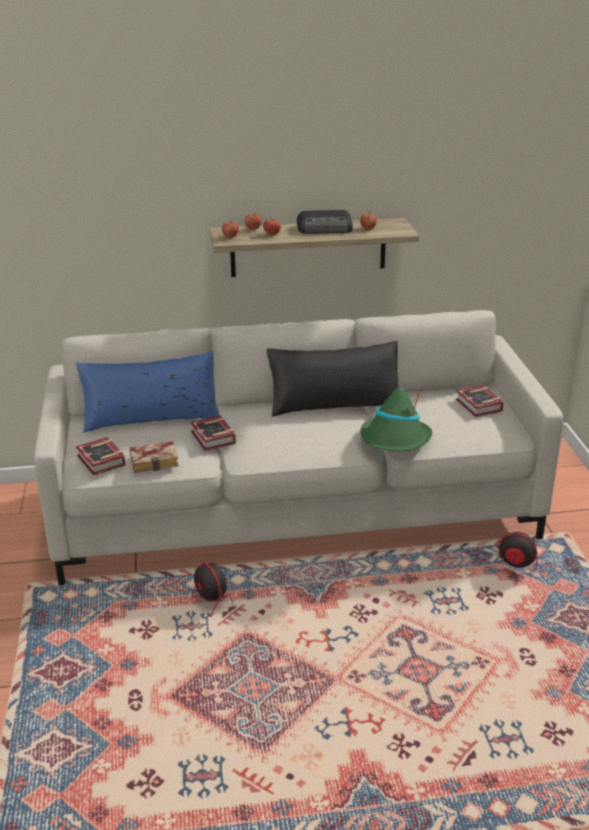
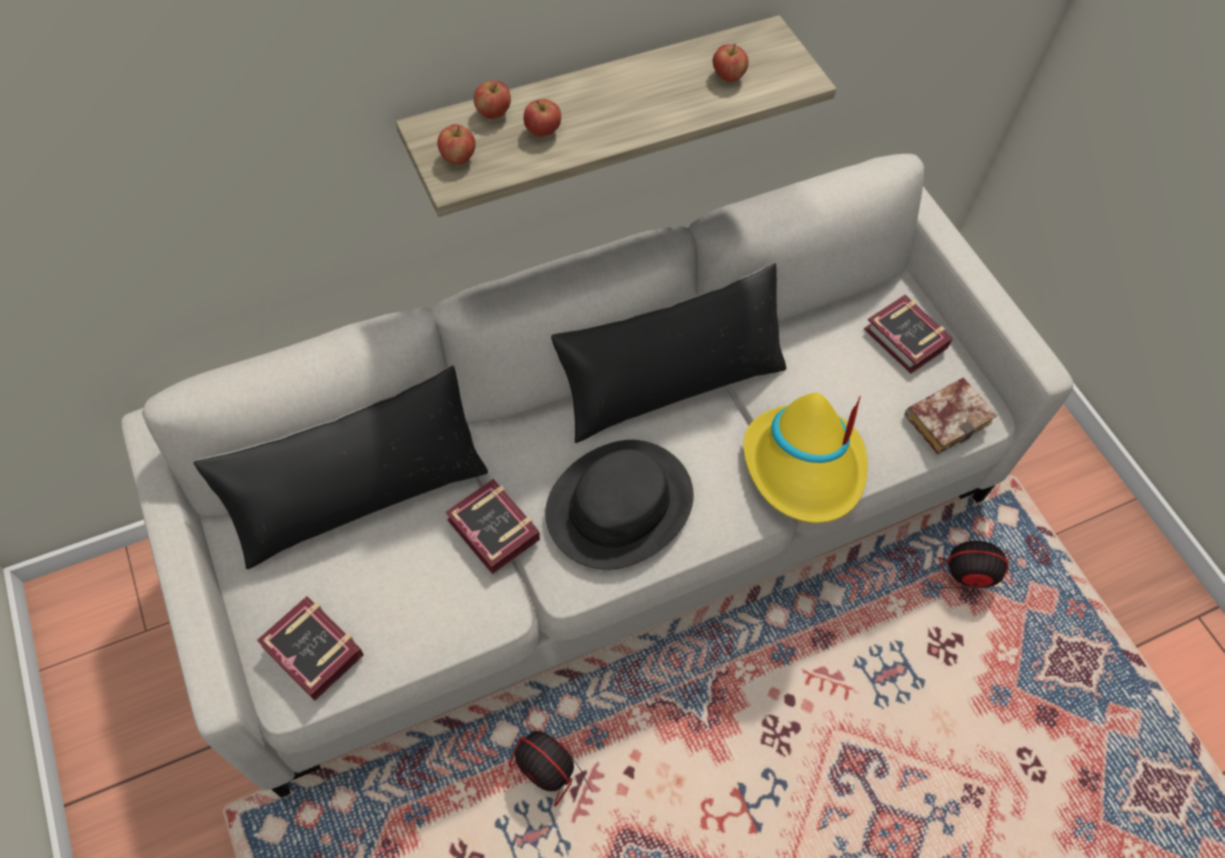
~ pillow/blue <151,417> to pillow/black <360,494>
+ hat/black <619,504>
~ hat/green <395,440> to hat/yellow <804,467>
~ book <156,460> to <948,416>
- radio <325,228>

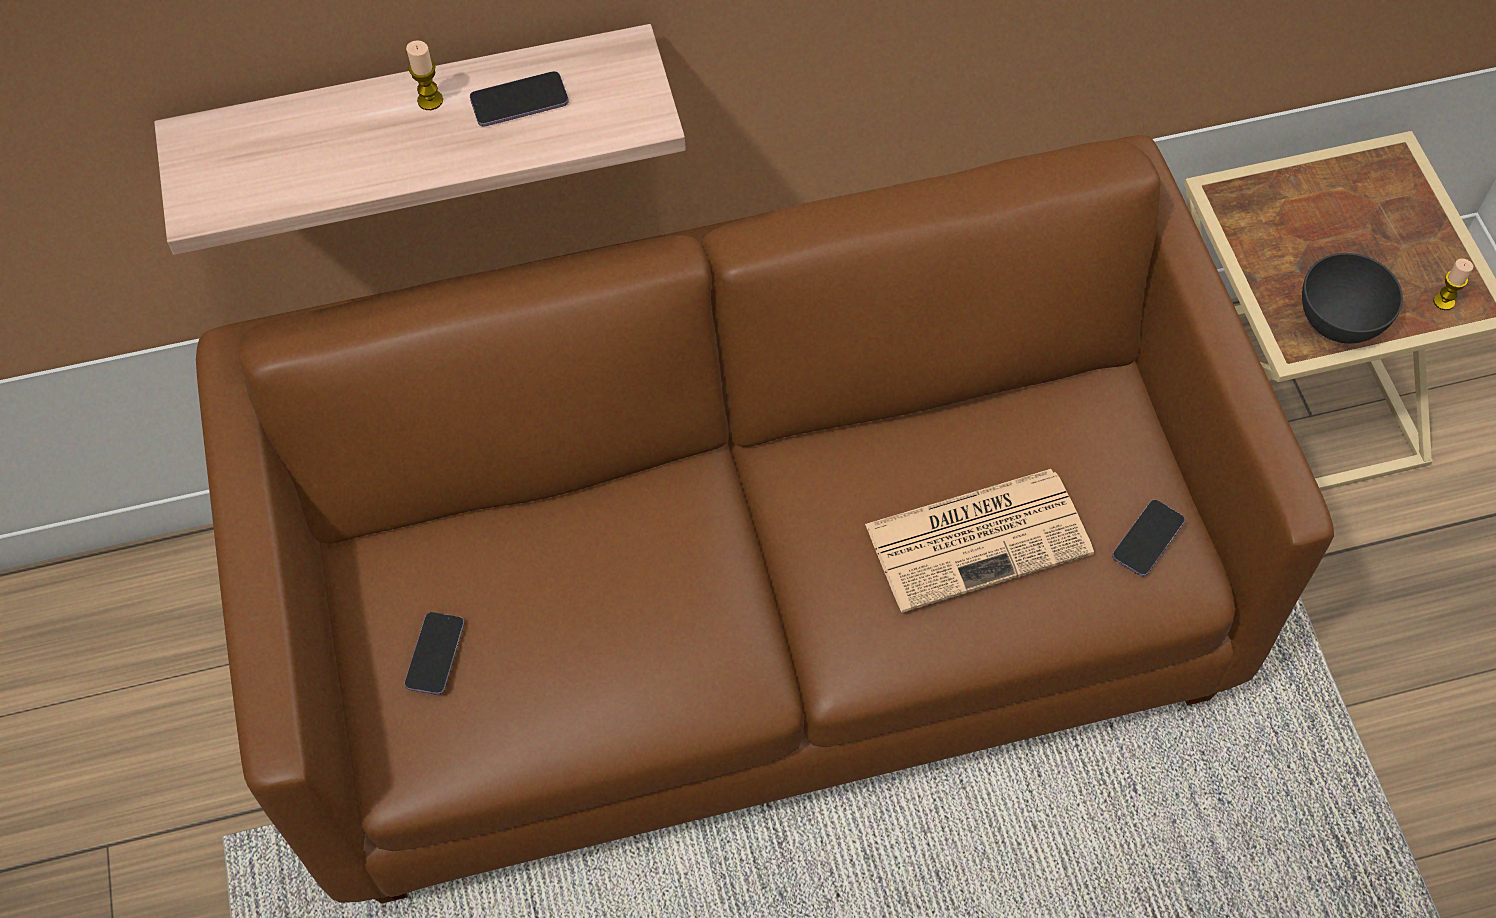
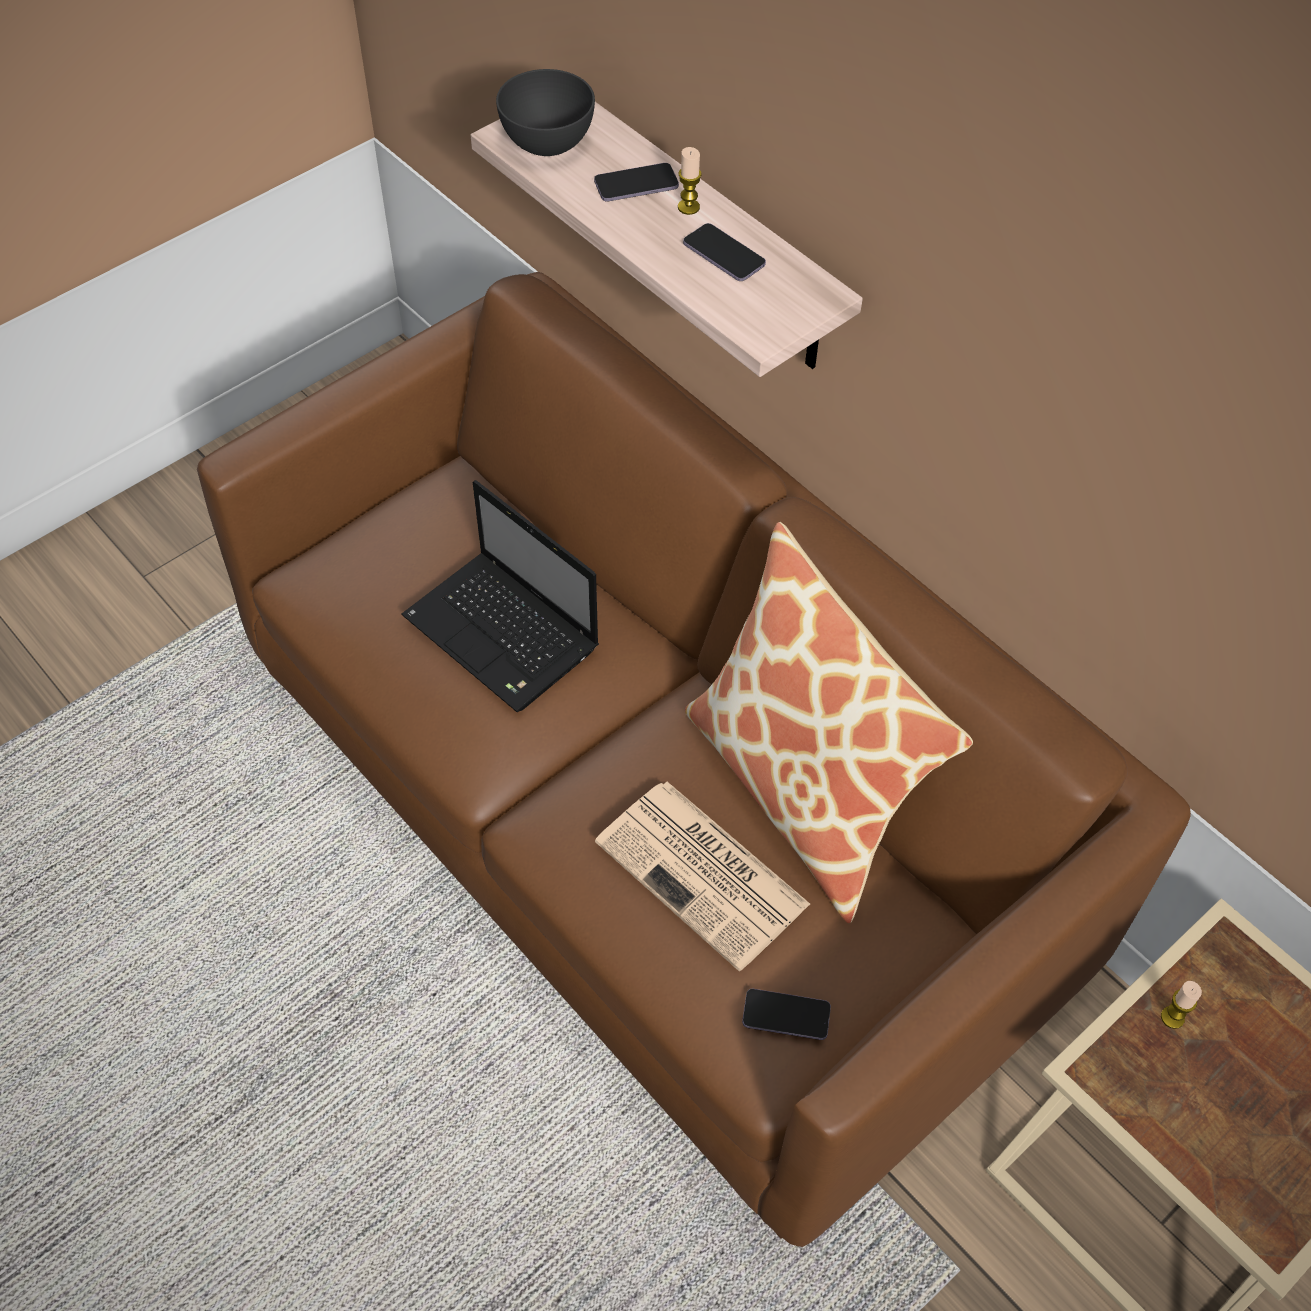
+ laptop <505,634>
~ bowl/grey <1338,321> to <547,142>
~ phone <435,654> to <636,185>
+ pillow <802,791>
~ candle <1443,301> to <1172,1017>

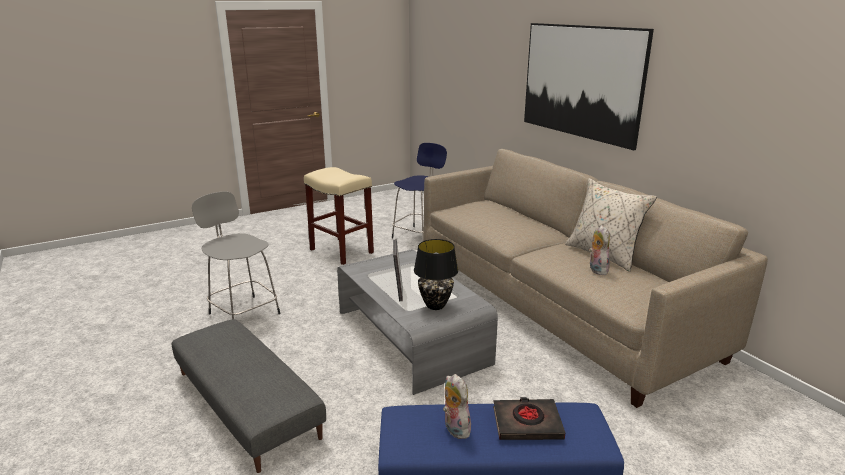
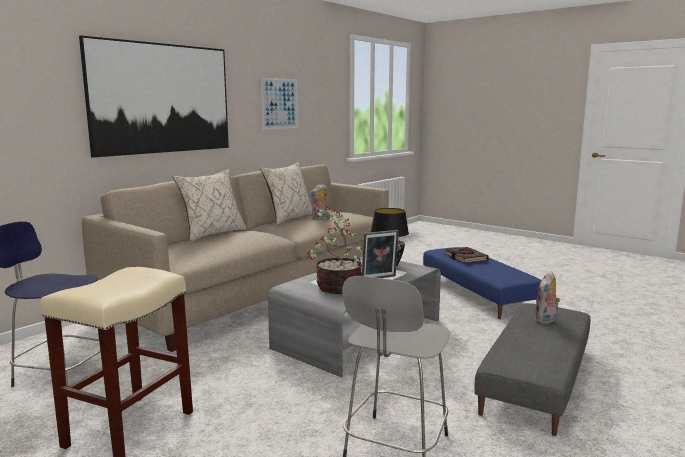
+ pillow/beige <212,234>
+ picture <280,103>
+ potted plant <337,287>
~ plush toy <454,428> to <546,321>

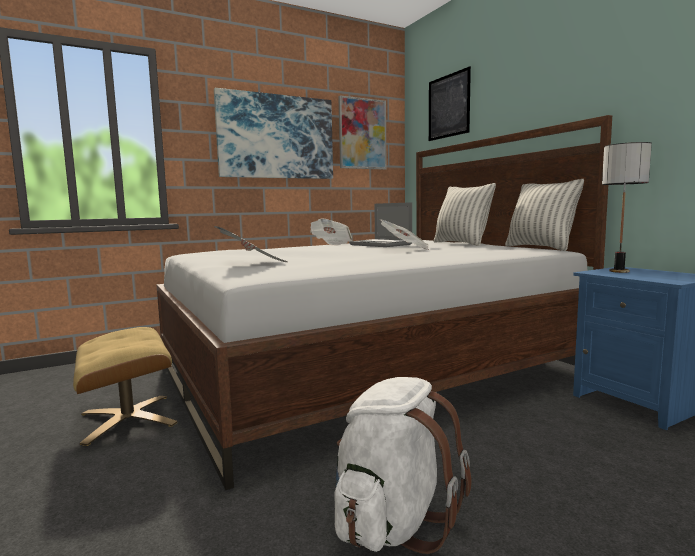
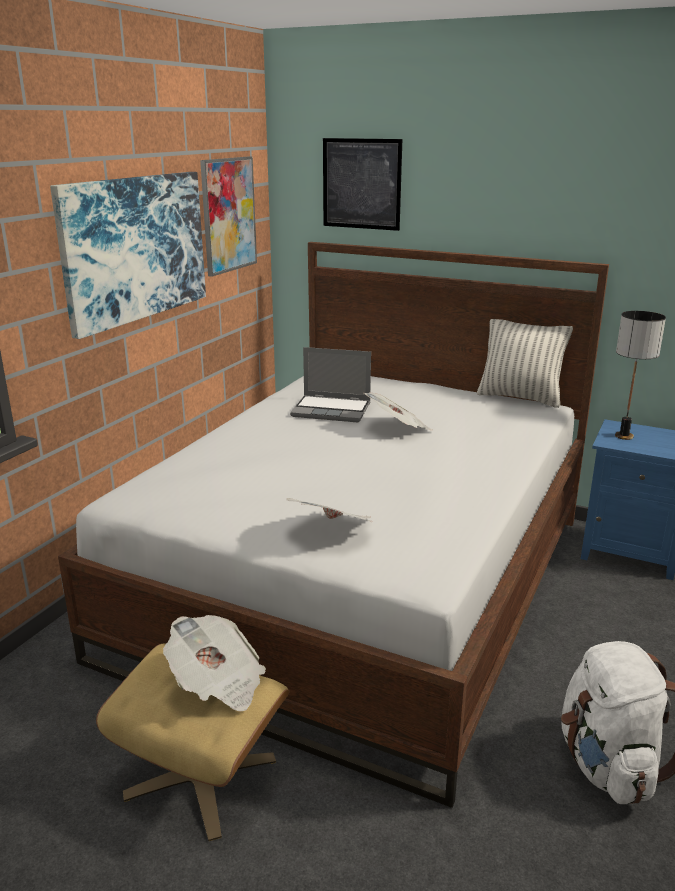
~ newspaper <331,244> to <217,683>
- pillow <461,243>

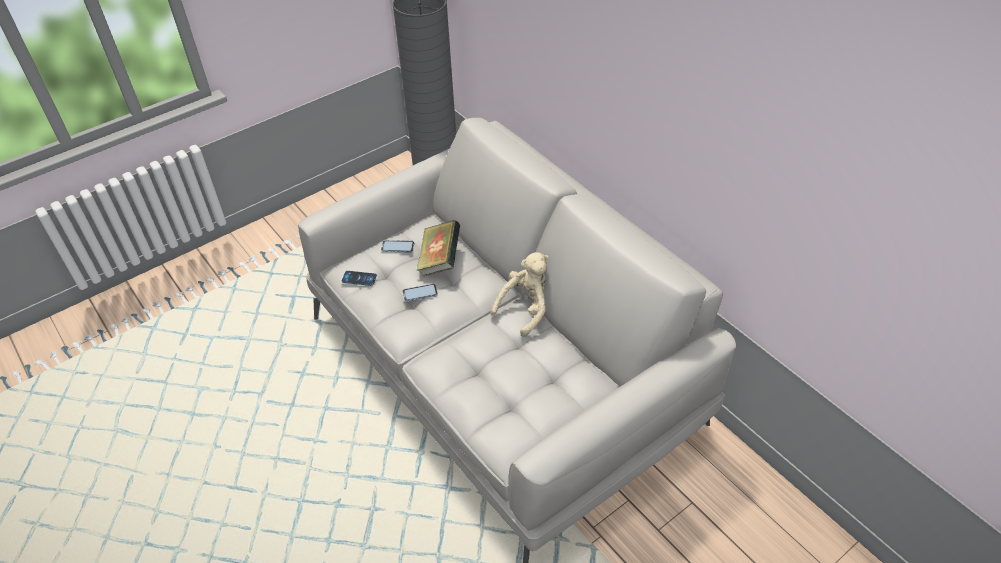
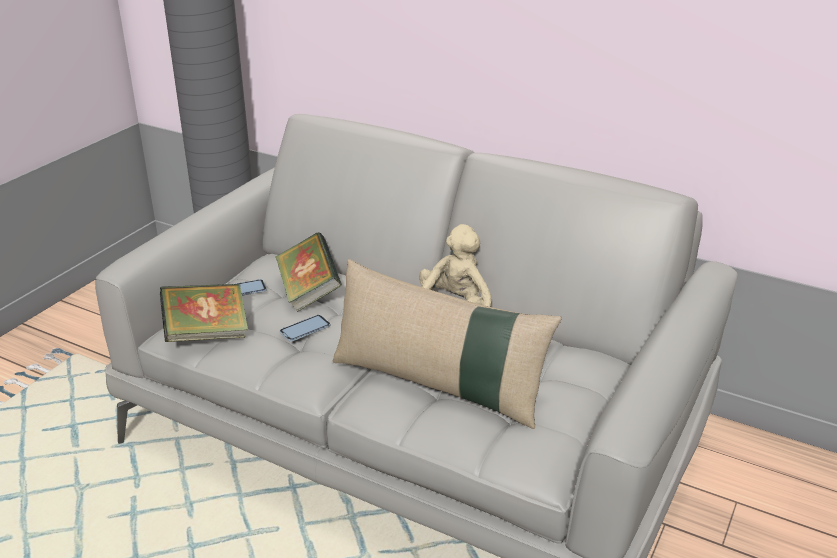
~ phone <359,278> to book <207,334>
+ pillow/beige <438,384>

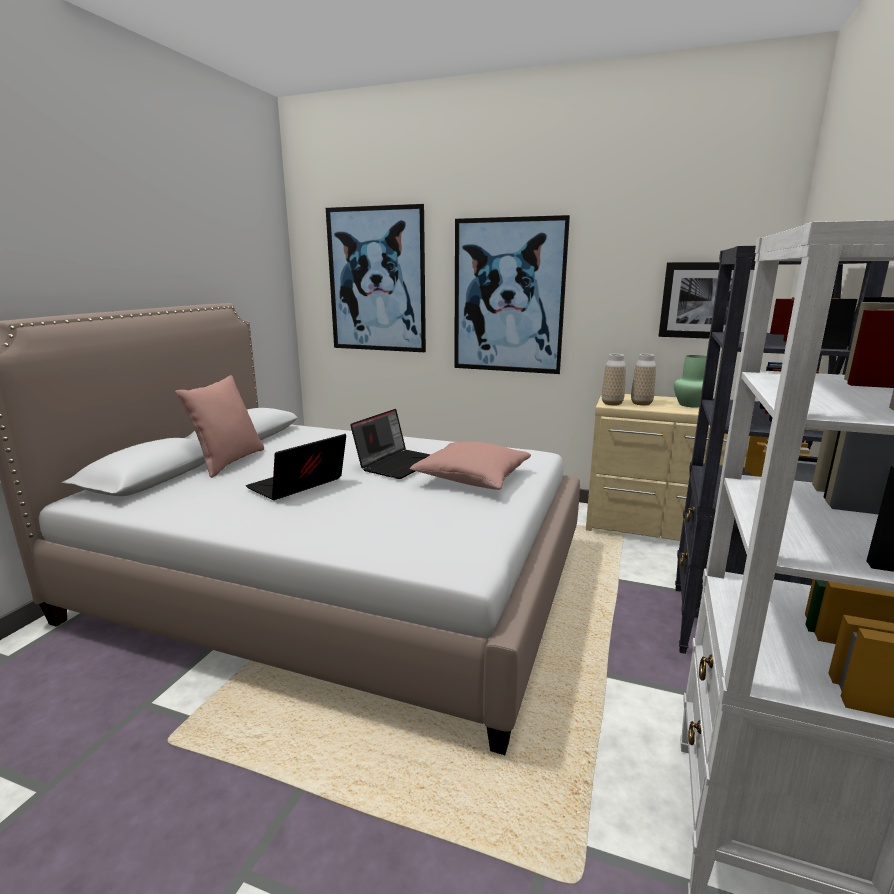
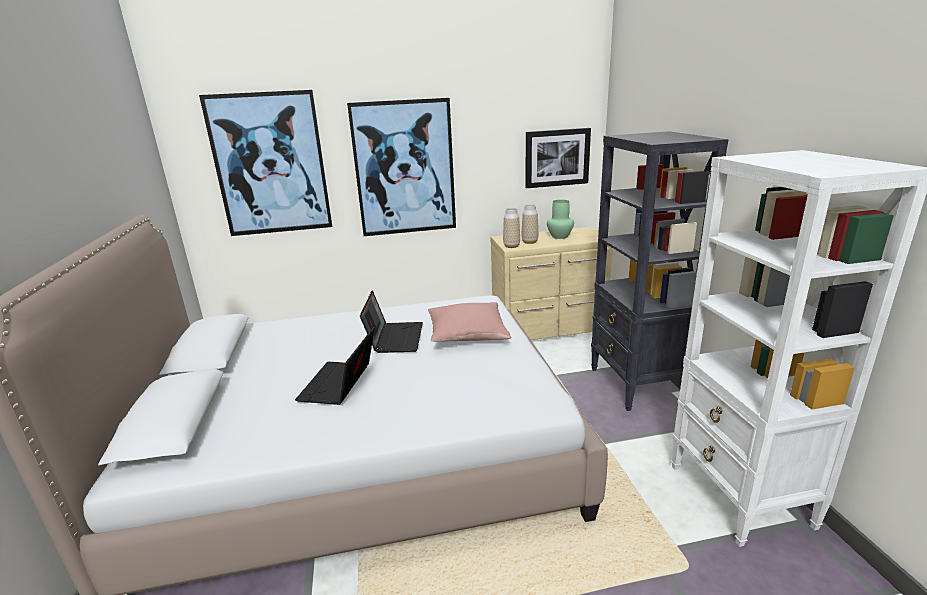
- pillow/pink <228,462>

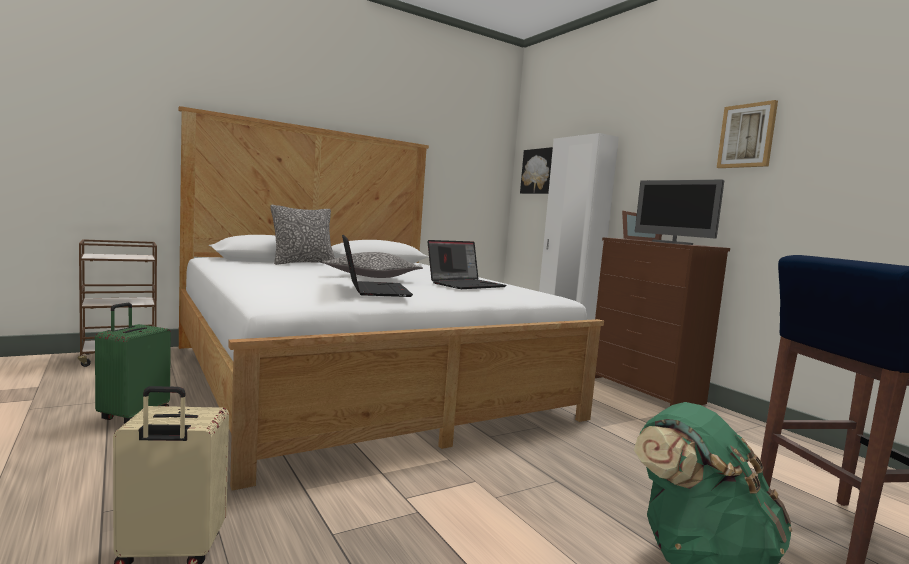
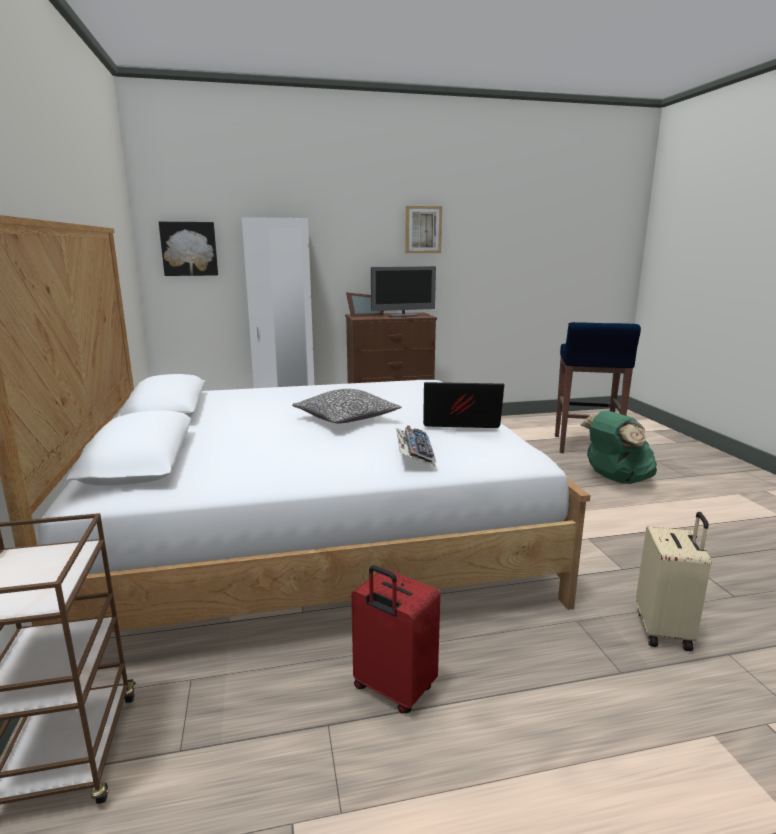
~ suitcase/green <133,415> to suitcase/red <393,690>
+ keyboard <414,452>
- pillow <303,264>
- laptop <466,284>

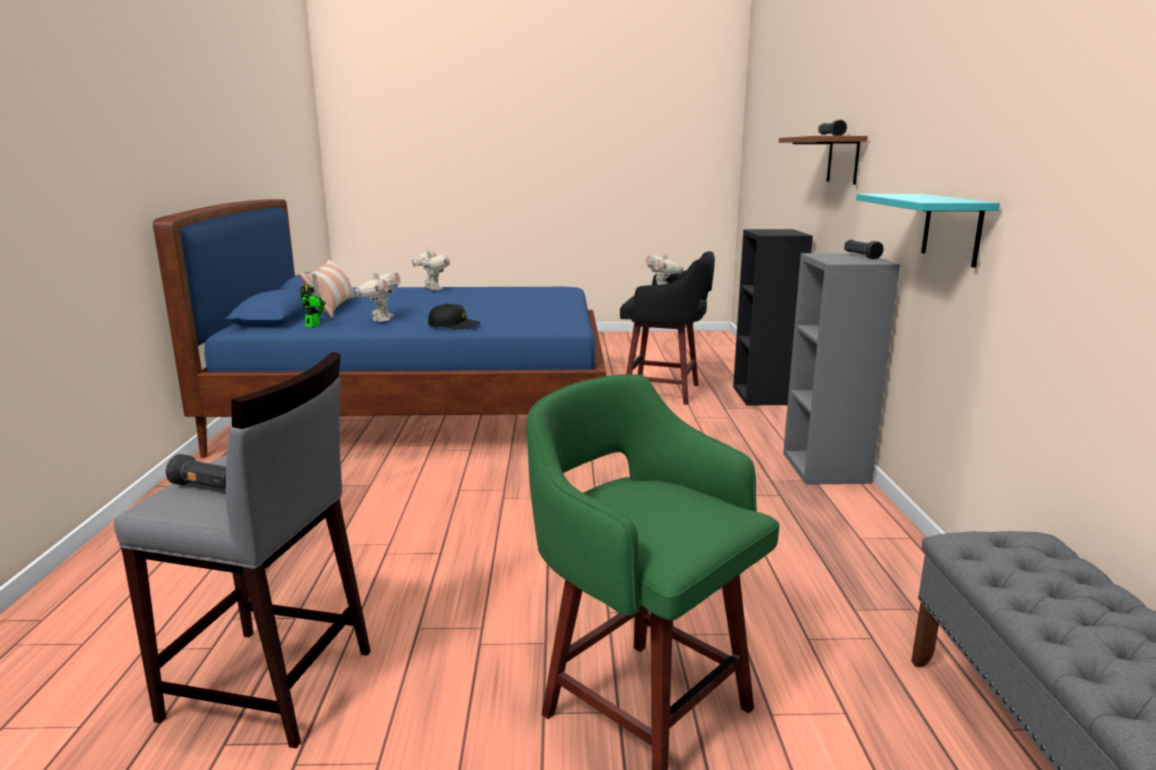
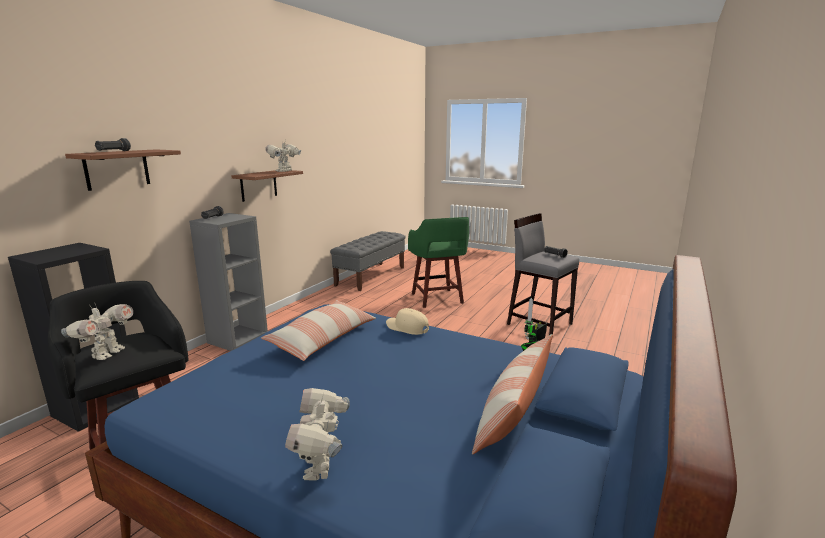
~ shelf/turquoise <952,229> to shelf/brown <258,185>
+ pillow <323,339>
~ toy robot <381,319> to <285,171>
~ cap/black <454,325> to cap/beige <407,327>

